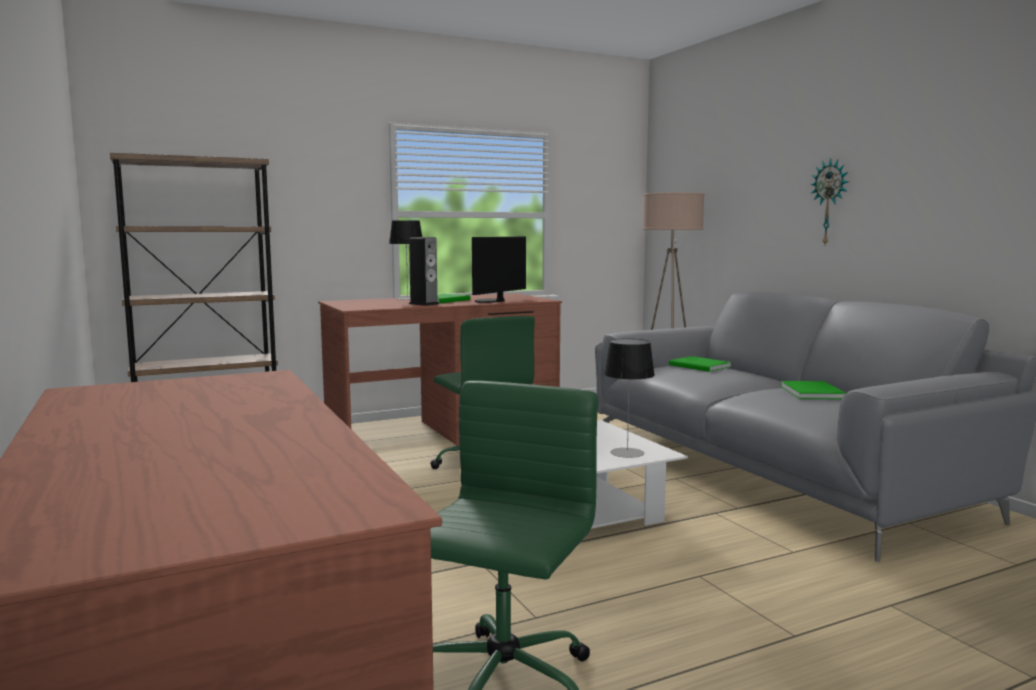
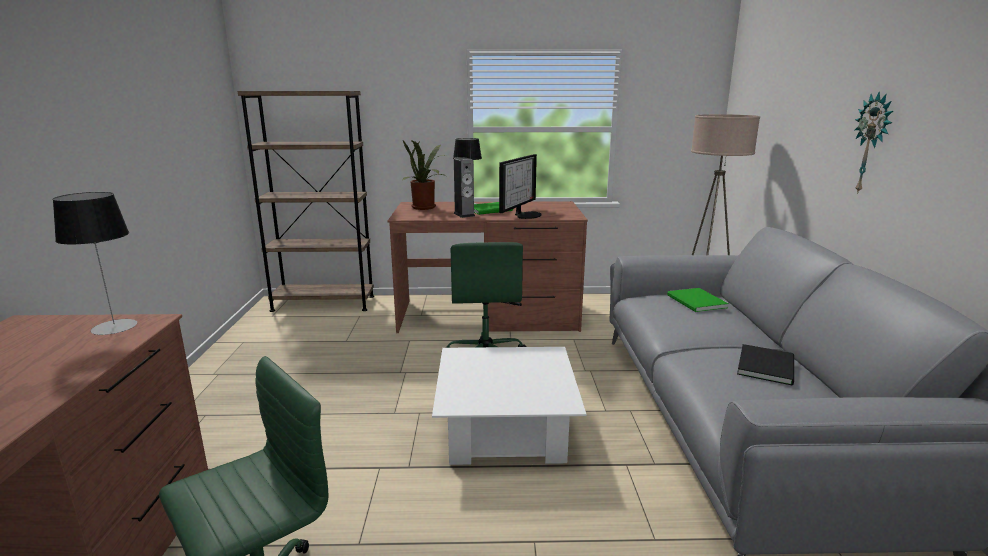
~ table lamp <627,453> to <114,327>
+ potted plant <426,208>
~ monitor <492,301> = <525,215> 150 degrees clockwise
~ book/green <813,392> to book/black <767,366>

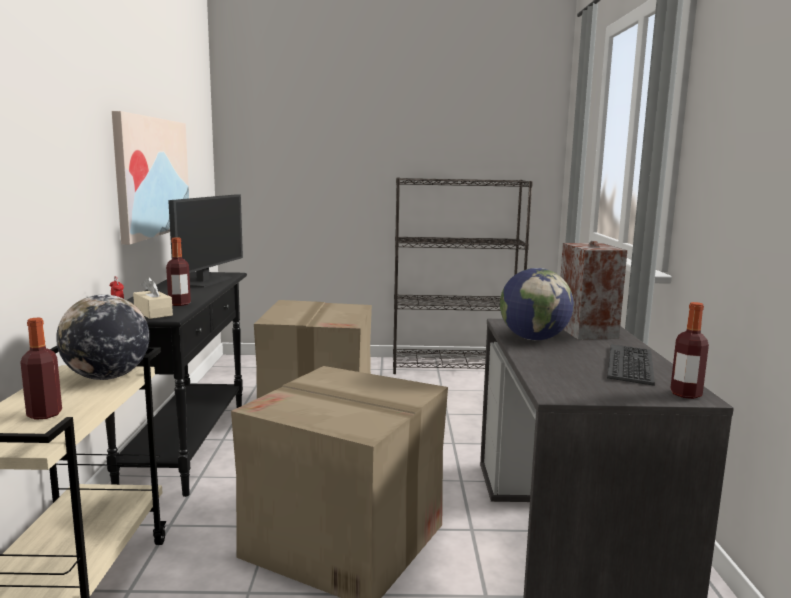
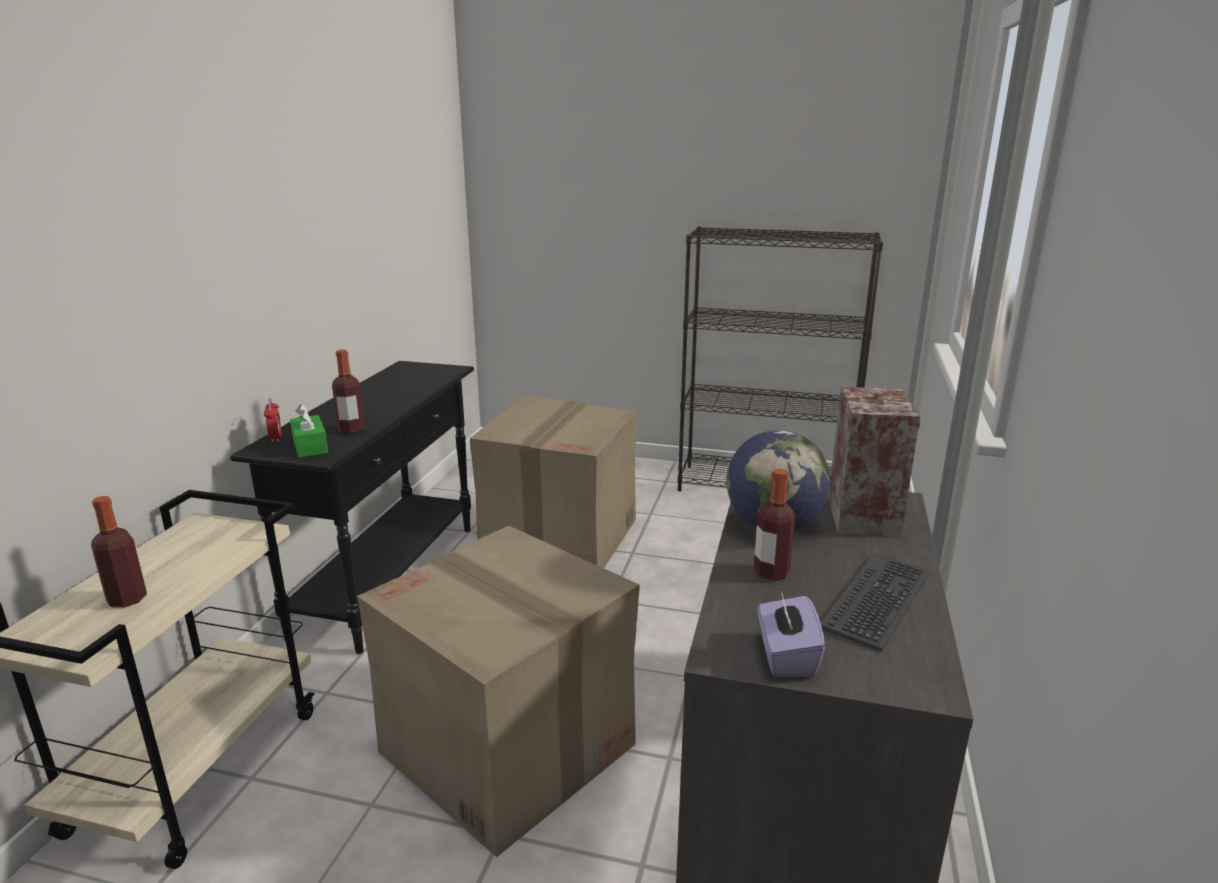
~ tissue box/beige <153,313> to tissue box/green <310,446>
~ bottle <685,394> to <771,572>
+ tissue box/purple <786,656>
- globe <107,377>
- picture <152,176>
- monitor <204,281>

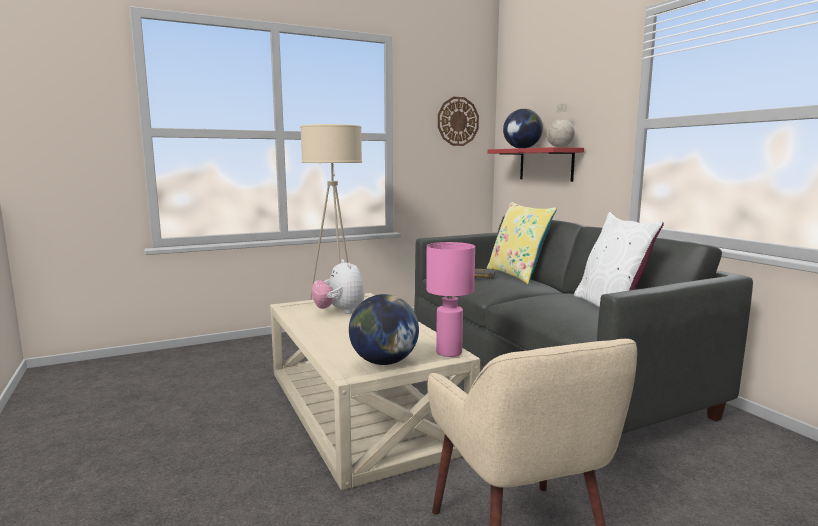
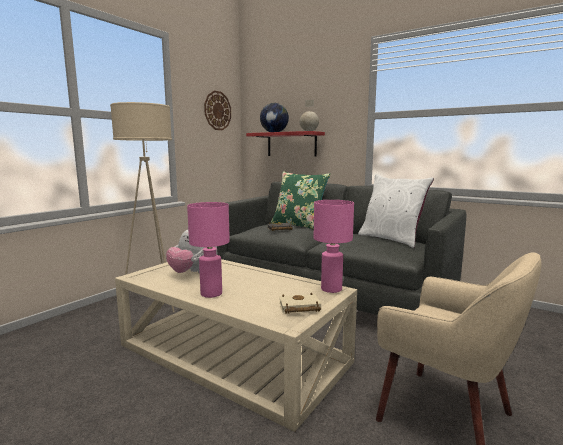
+ table lamp/pink <211,293>
~ pillow/yellow <517,275> to pillow/green <299,225>
~ globe <384,362> to book/beige <298,307>

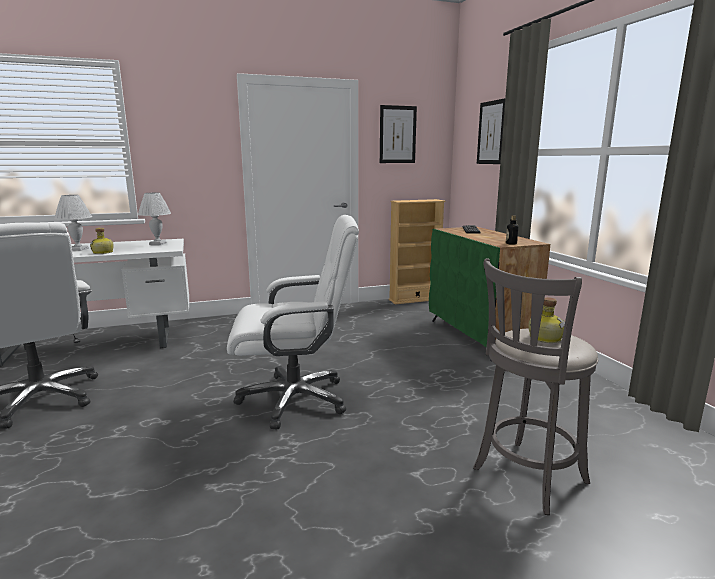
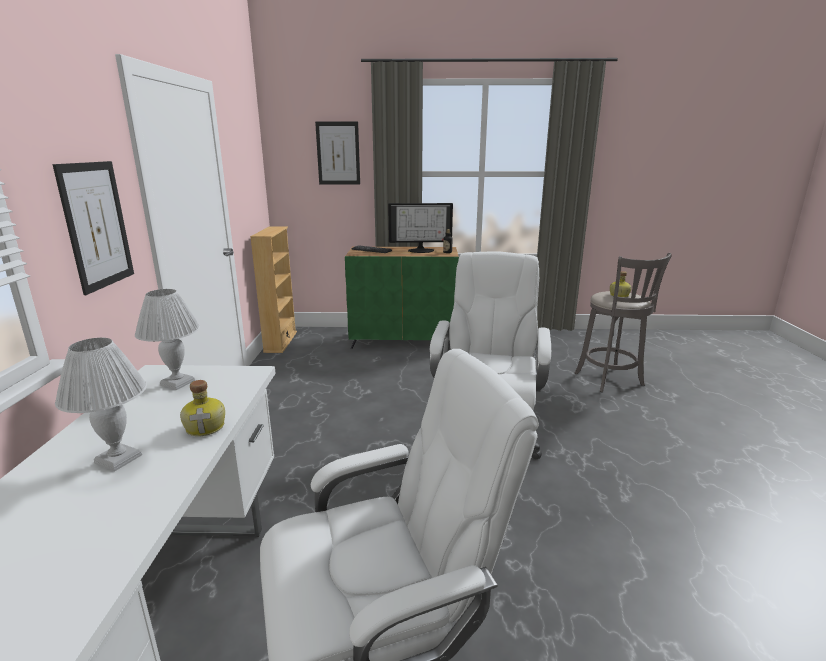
~ picture <397,134> to <96,225>
+ monitor <421,250>

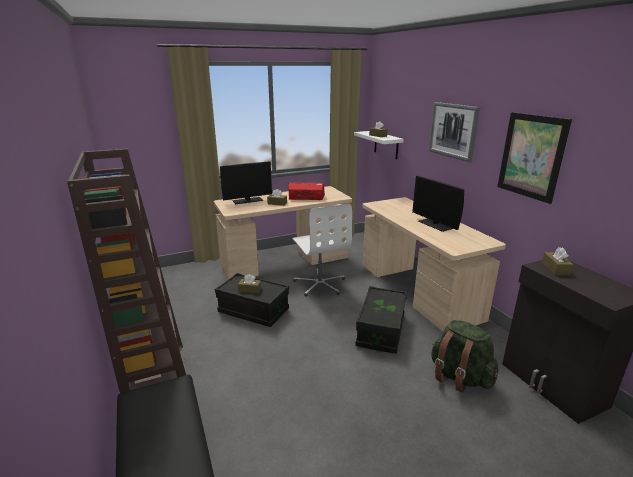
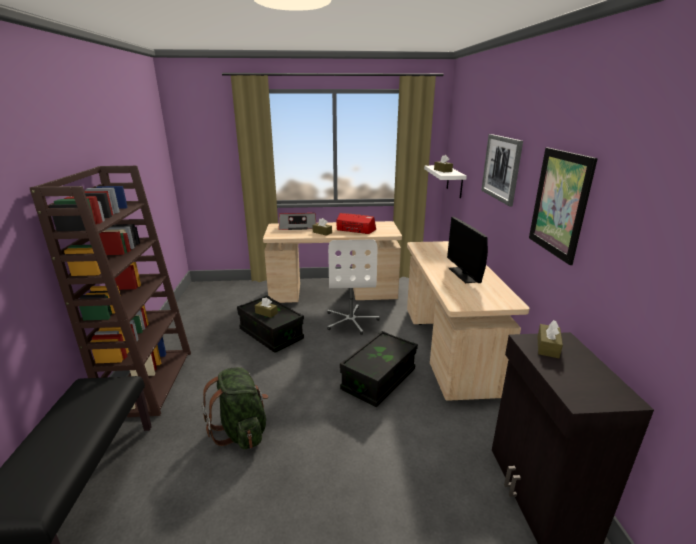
~ backpack/green <459,377> to <242,430>
~ monitor <247,200> to radio <298,227>

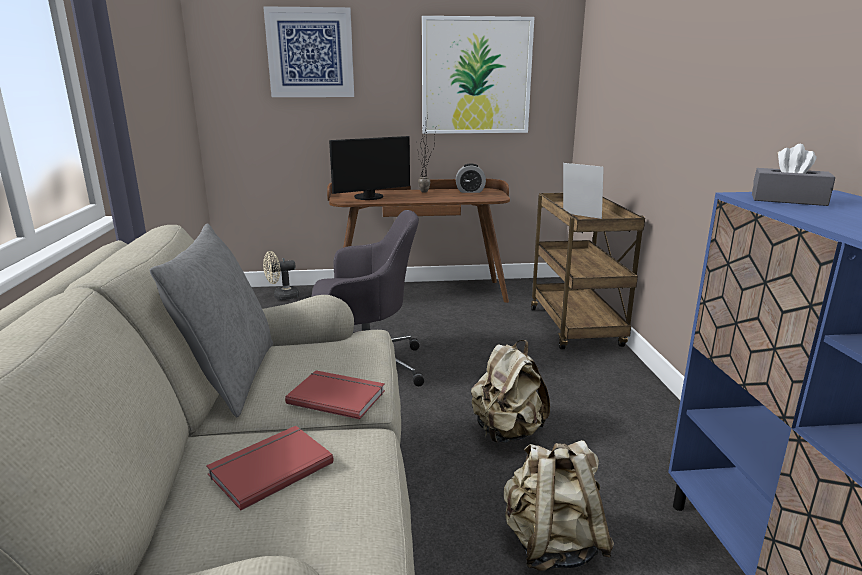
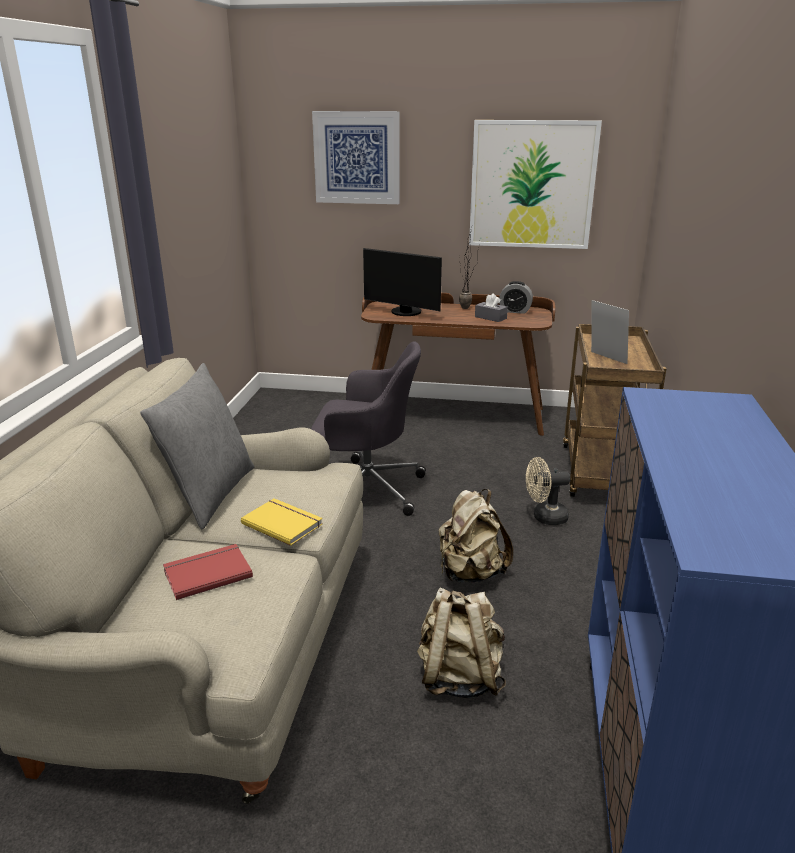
~ book/red <337,396> to book/yellow <283,523>
~ monitor <370,197> = <404,313> 45 degrees clockwise
~ tissue box/grey <788,200> to <490,318>
~ fan/beige <282,297> to <544,517>

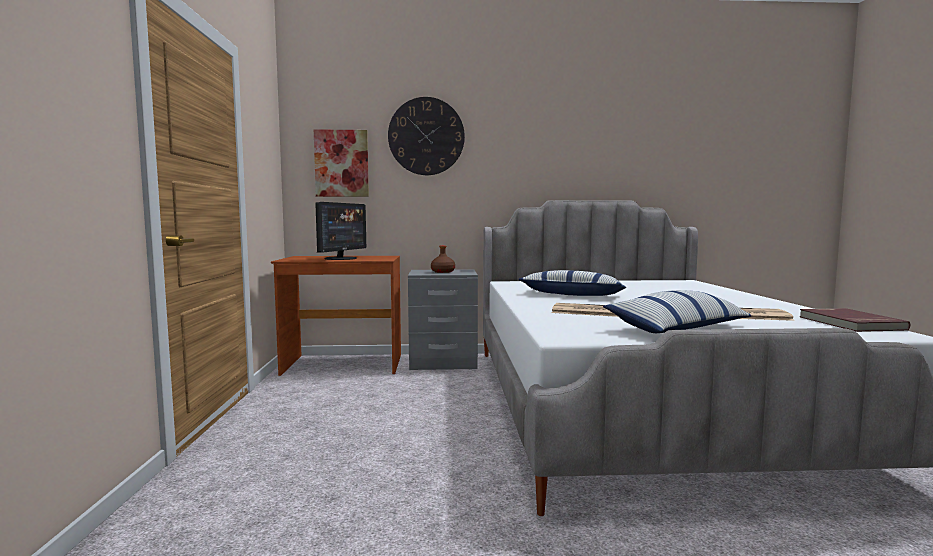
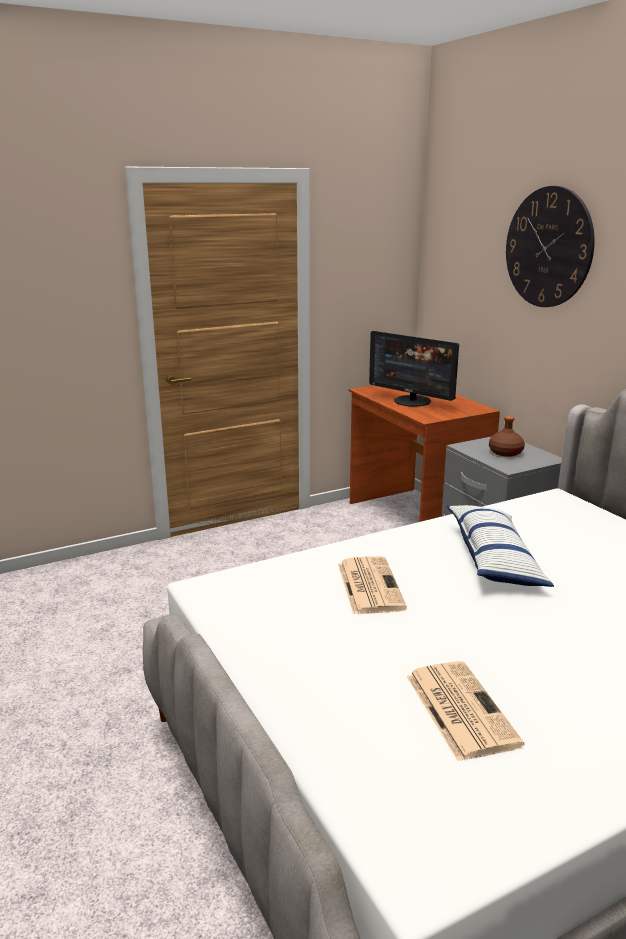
~ monitor <341,258> = <412,401> 45 degrees clockwise
- picture <341,163>
- pillow <677,328>
- book/red <849,323>

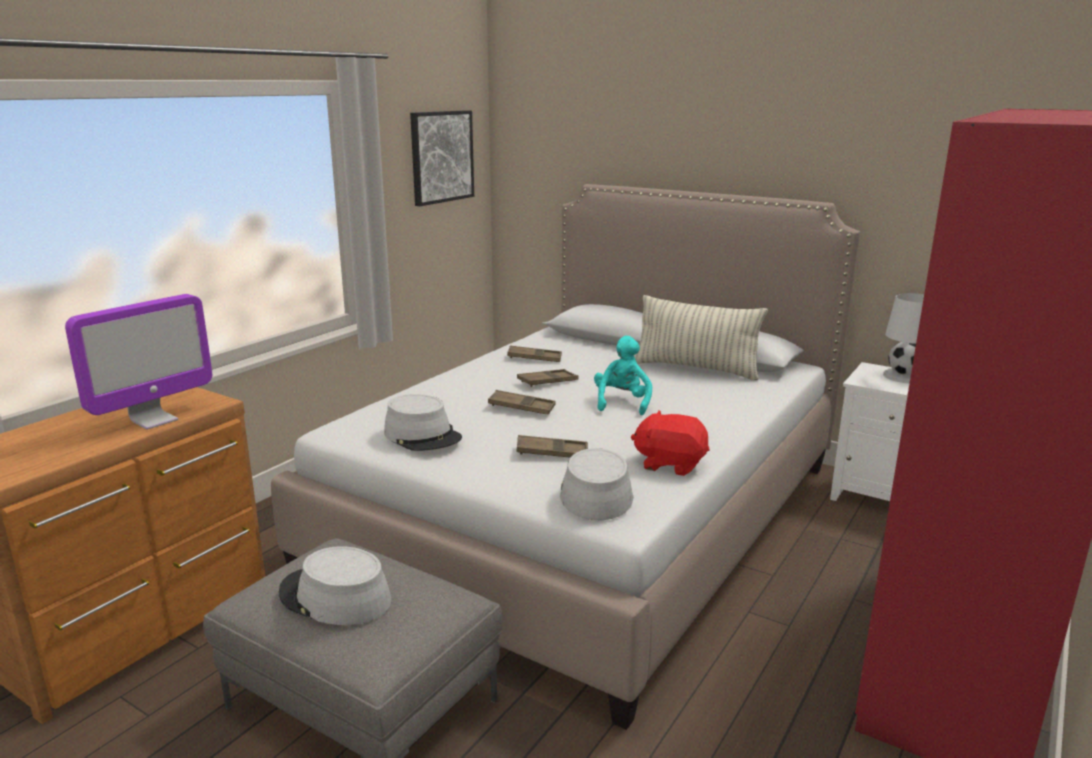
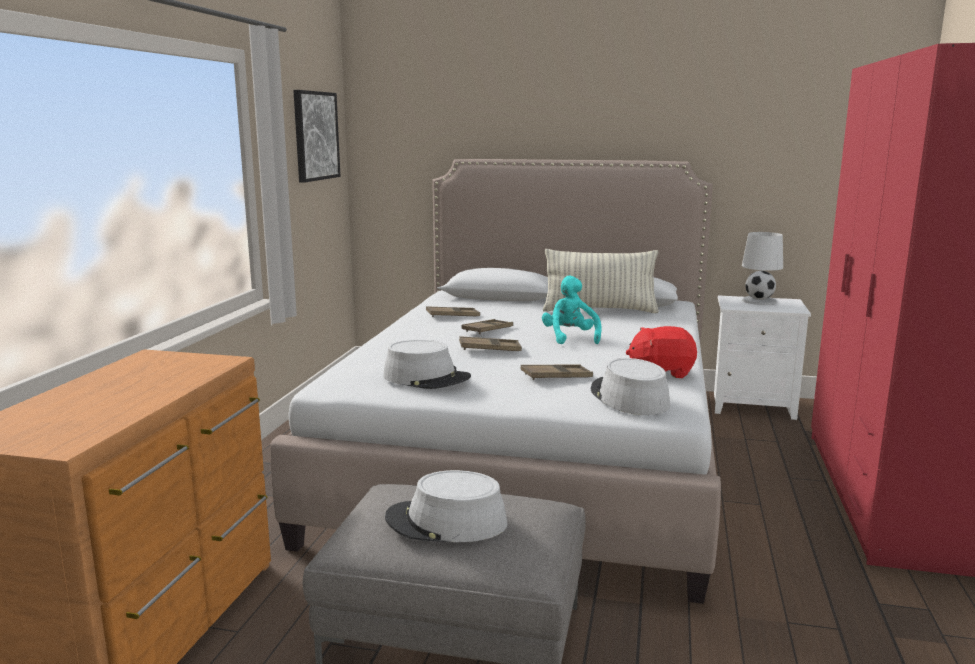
- monitor <154,420>

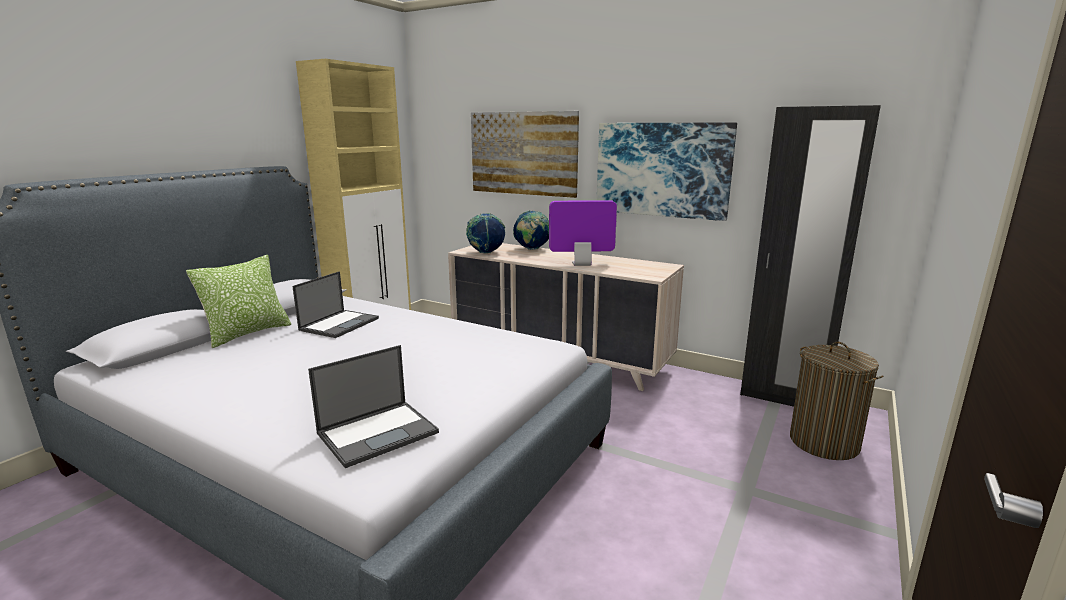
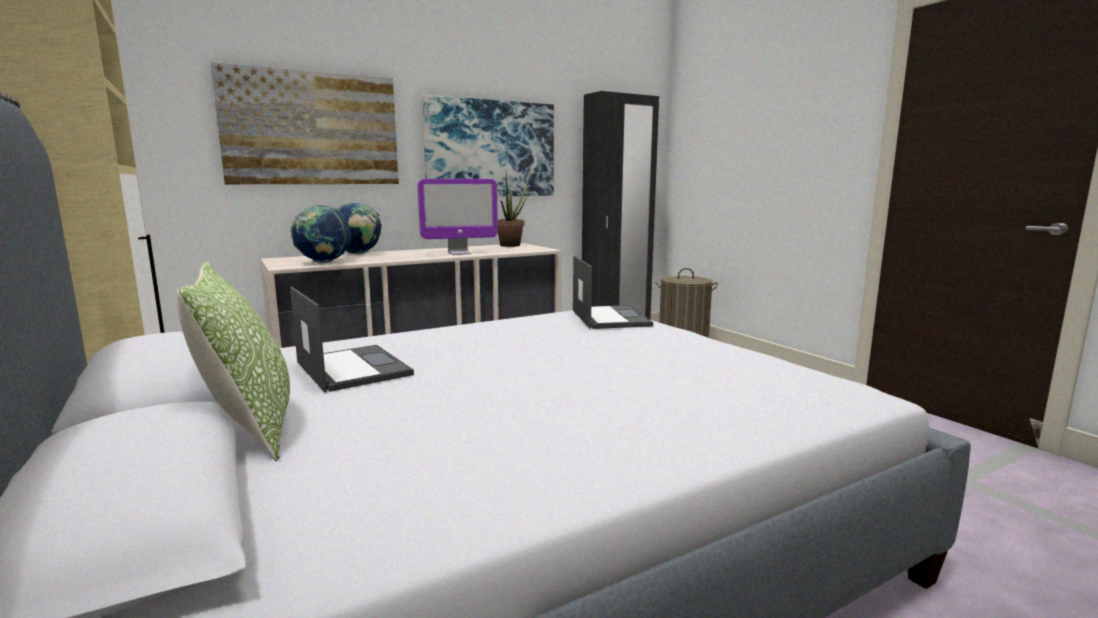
~ monitor <581,264> = <459,253> 135 degrees counterclockwise
+ potted plant <513,245>
~ laptop <379,432> to <609,317>

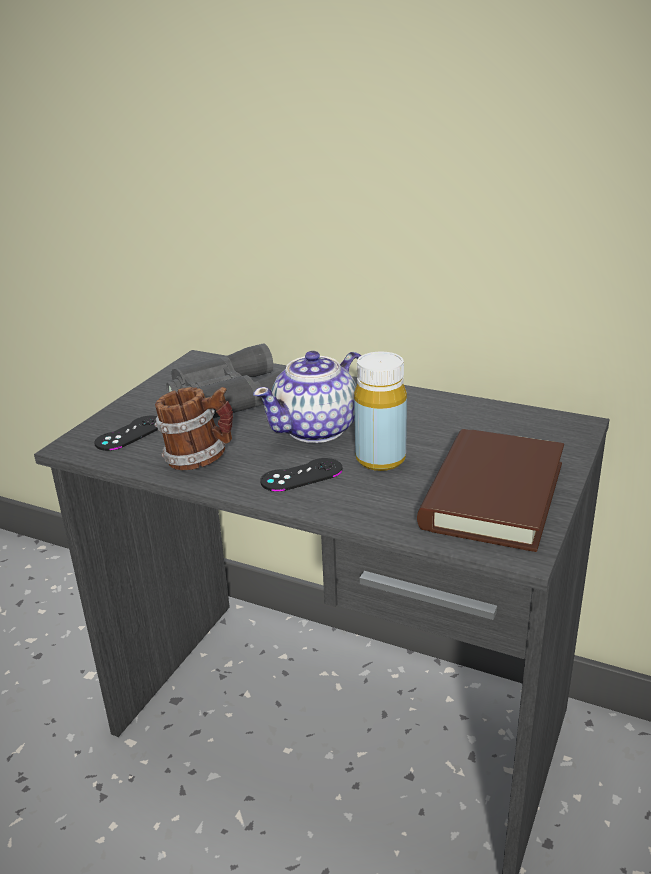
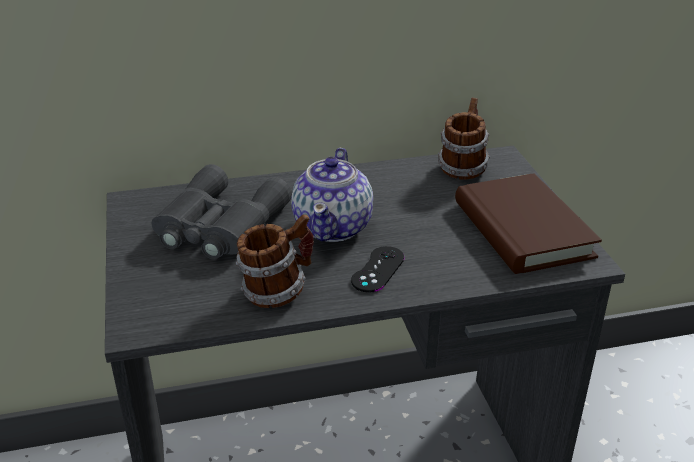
+ mug <462,167>
- game controller/black <130,433>
- bottle/yellow <380,459>

